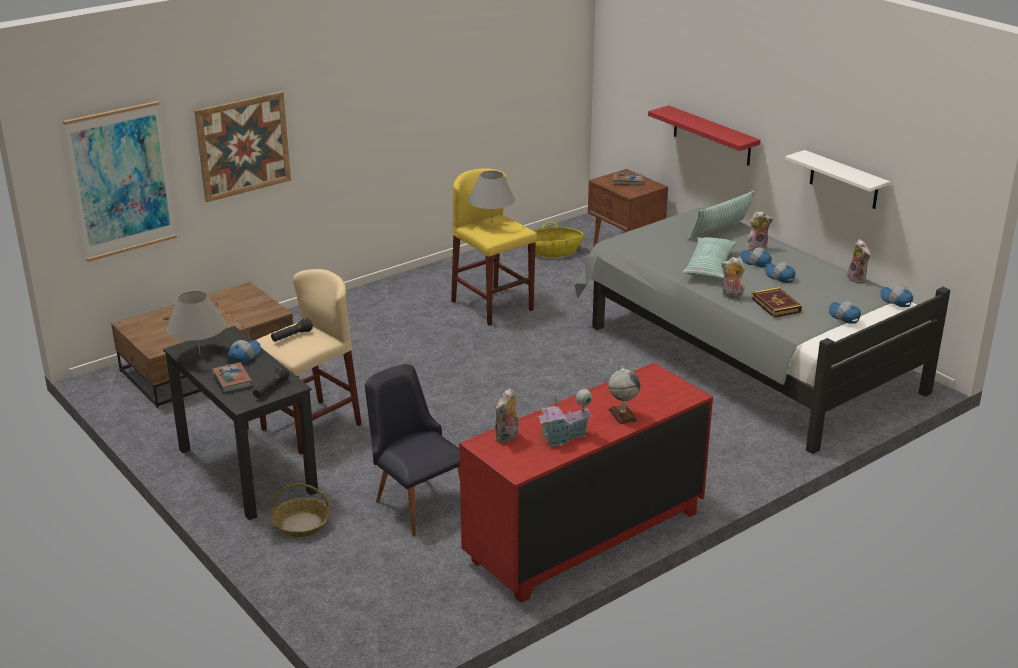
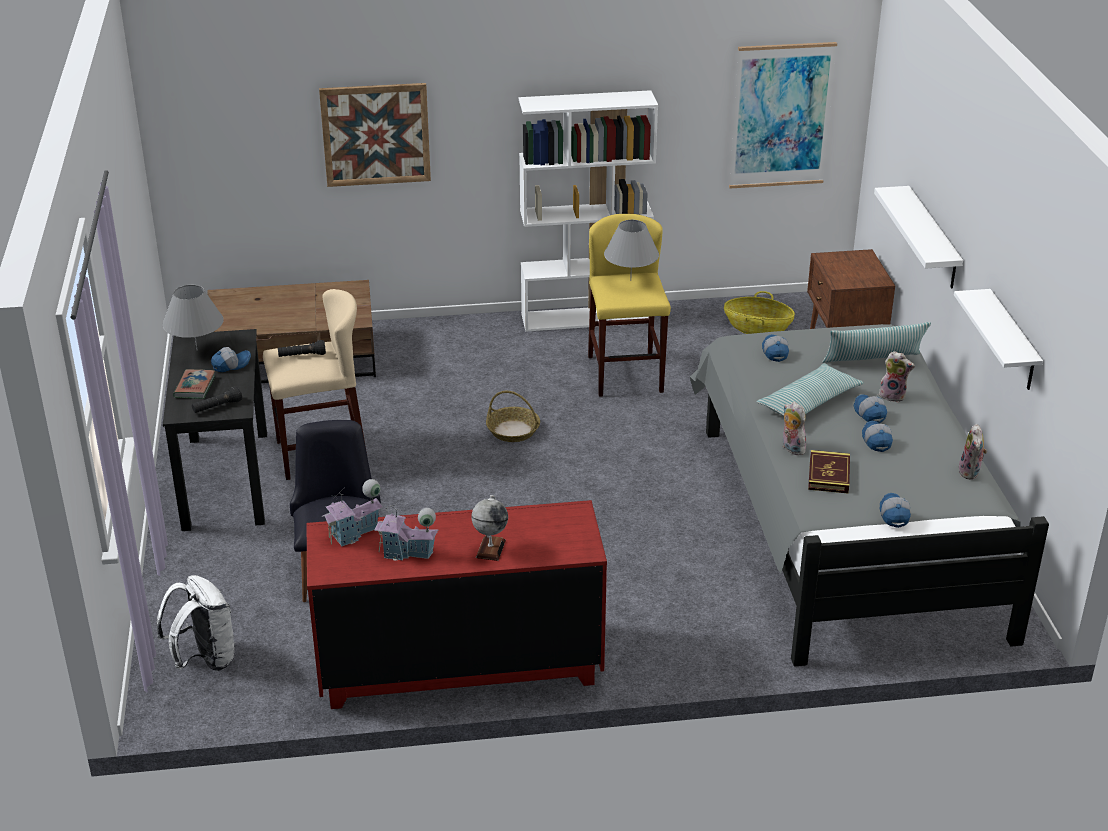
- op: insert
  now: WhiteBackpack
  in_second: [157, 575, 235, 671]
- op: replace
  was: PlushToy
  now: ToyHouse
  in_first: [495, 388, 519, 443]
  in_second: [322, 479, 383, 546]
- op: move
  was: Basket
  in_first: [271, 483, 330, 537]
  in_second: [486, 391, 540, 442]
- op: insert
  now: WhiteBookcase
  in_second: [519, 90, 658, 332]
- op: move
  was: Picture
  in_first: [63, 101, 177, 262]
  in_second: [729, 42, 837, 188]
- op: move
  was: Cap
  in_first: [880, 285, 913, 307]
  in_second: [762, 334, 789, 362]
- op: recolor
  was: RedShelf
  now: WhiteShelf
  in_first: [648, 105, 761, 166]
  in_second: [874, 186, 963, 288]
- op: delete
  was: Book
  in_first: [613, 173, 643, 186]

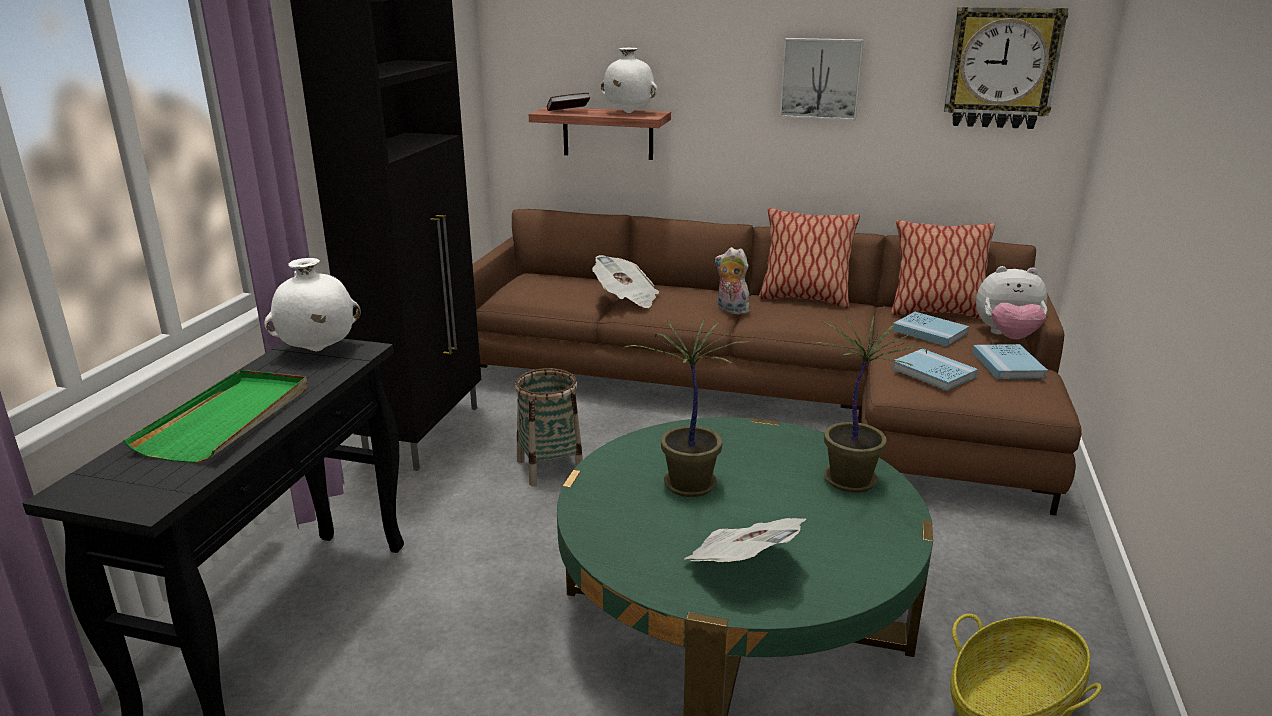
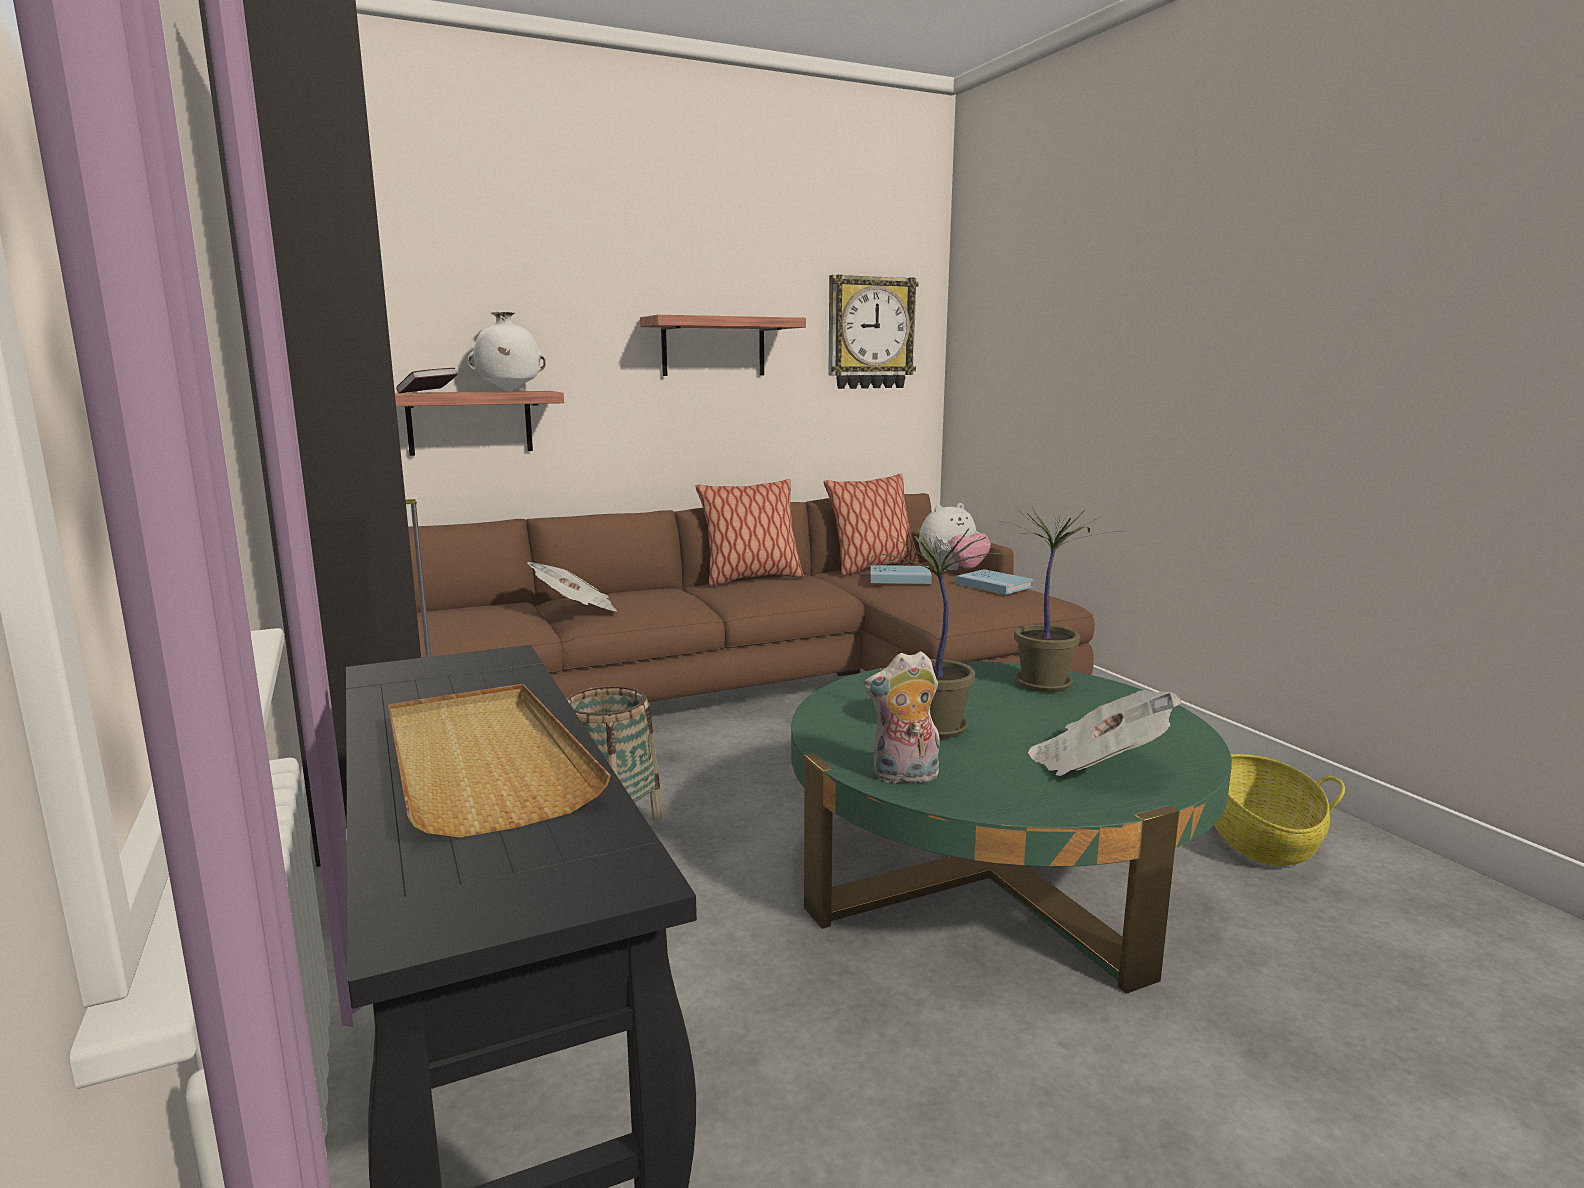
- op: recolor
  was: GreenTray
  now: BeigeTray
  in_first: [124, 370, 308, 463]
  in_second: [389, 684, 611, 838]
- op: replace
  was: Picture
  now: Shelf
  in_first: [780, 38, 864, 120]
  in_second: [640, 315, 806, 376]
- op: move
  was: PlushToy
  in_first: [715, 247, 750, 315]
  in_second: [864, 651, 940, 783]
- op: delete
  was: WhiteVase
  in_first: [264, 258, 361, 352]
- op: delete
  was: BlueBook
  in_first: [892, 349, 978, 391]

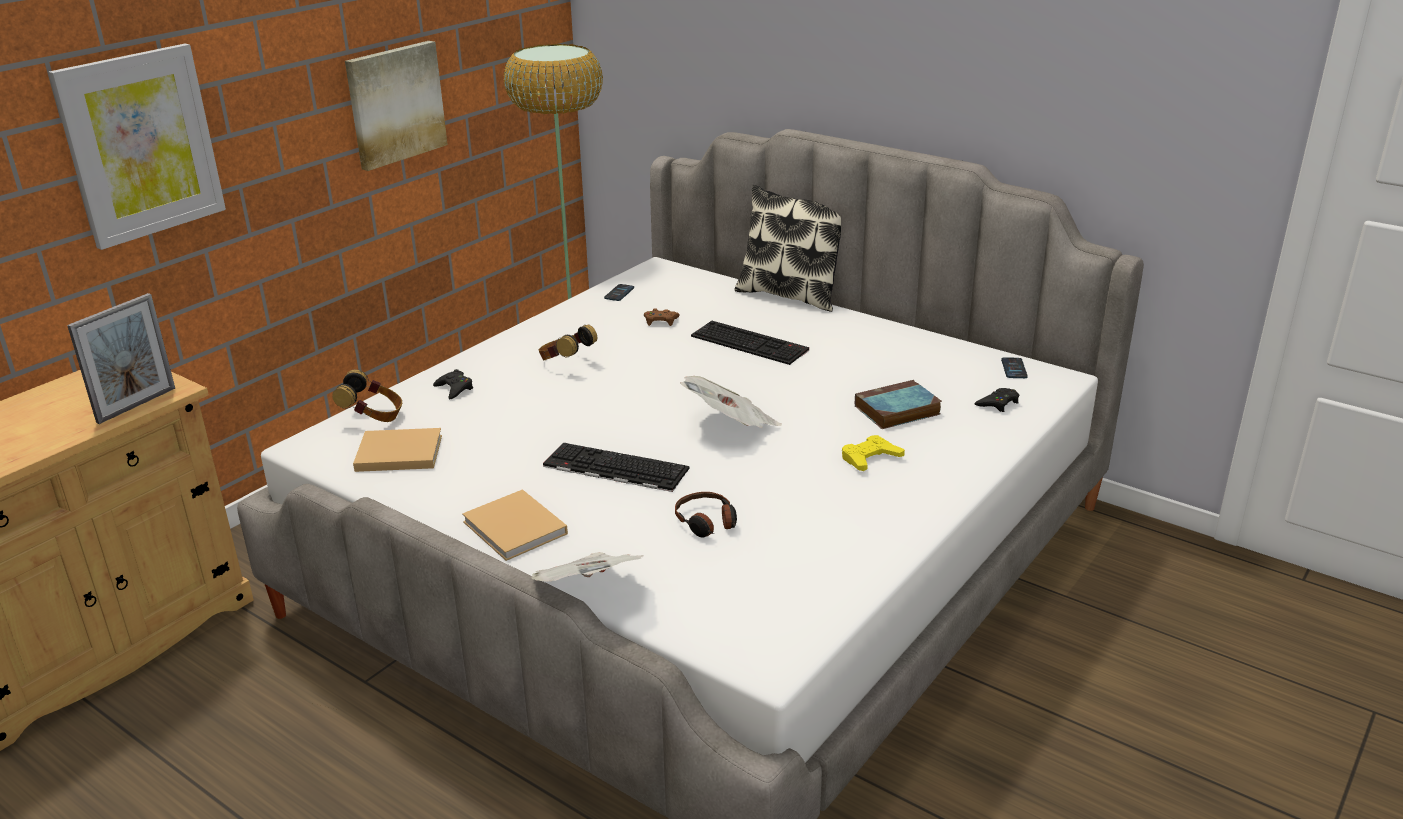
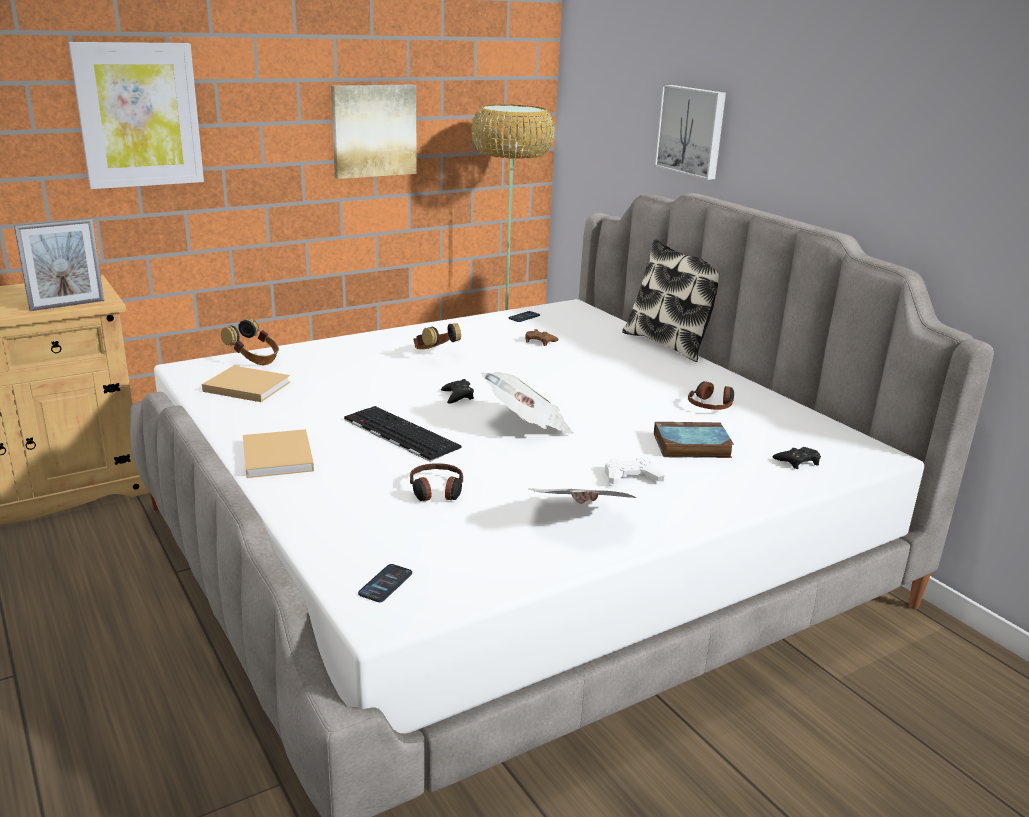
- op: move
  was: Phone
  in_first: [1001, 357, 1028, 378]
  in_second: [358, 564, 412, 602]
- op: move
  was: BlackGameController
  in_first: [433, 369, 473, 399]
  in_second: [441, 379, 474, 404]
- op: move
  was: Newspaper
  in_first: [531, 552, 644, 582]
  in_second: [529, 489, 636, 504]
- op: recolor
  was: YellowGameController
  now: WhiteGameController
  in_first: [842, 435, 905, 471]
  in_second: [605, 457, 665, 485]
- op: insert
  now: Picture
  in_second: [654, 85, 726, 180]
- op: insert
  now: Headphones
  in_second: [688, 381, 734, 410]
- op: delete
  was: Keyboard
  in_first: [691, 321, 809, 365]

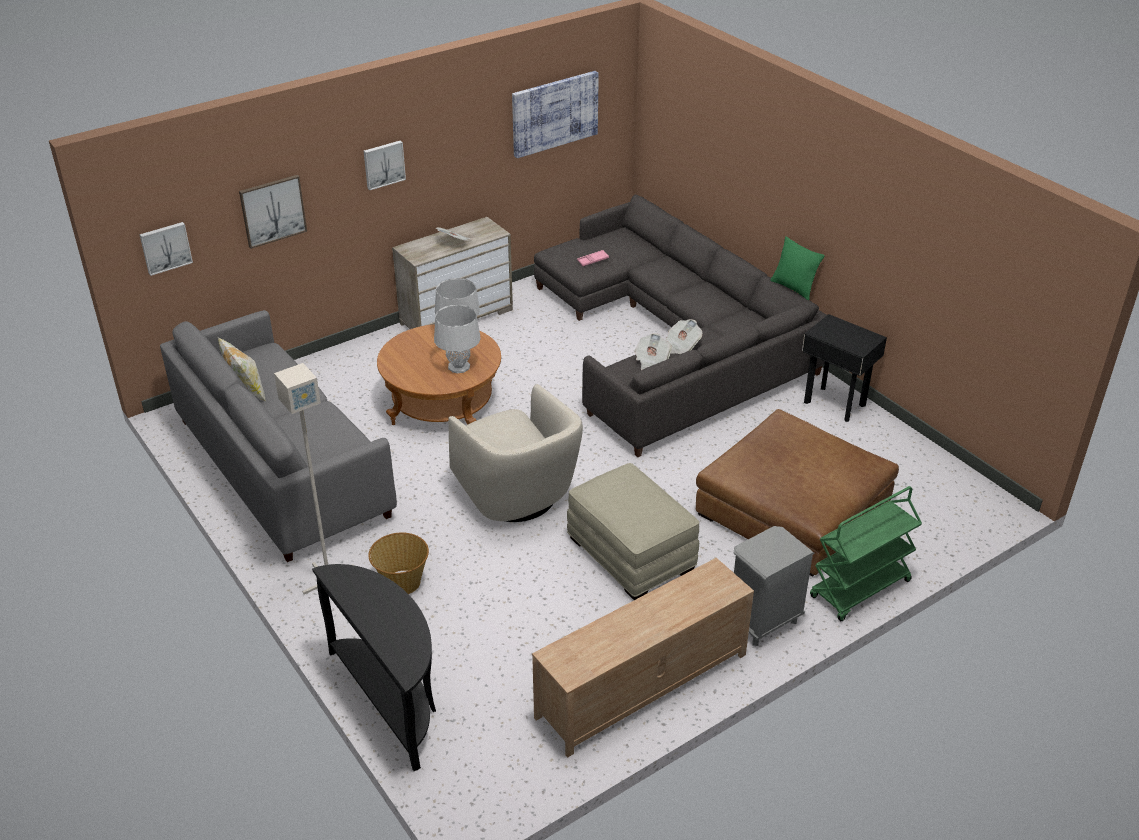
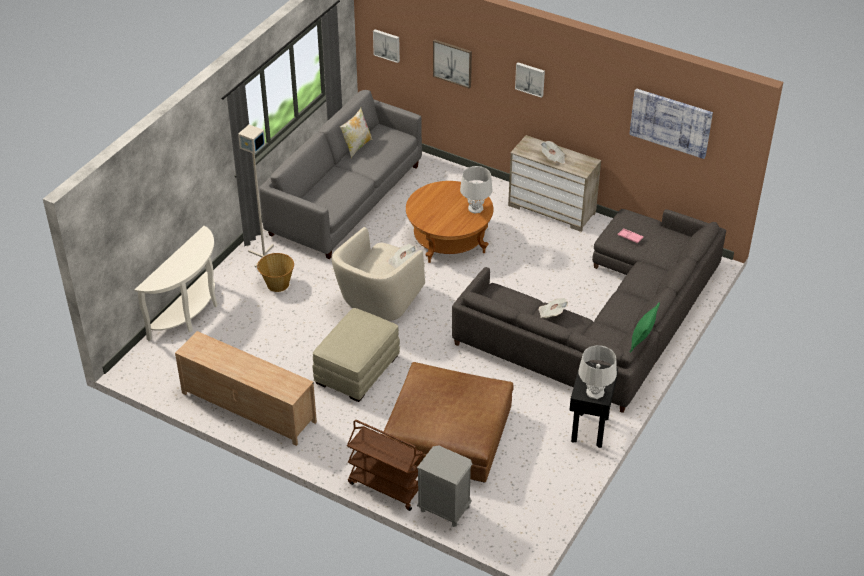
- op: recolor
  was: BlackConsoleTable
  now: WhiteConsoleTable
  in_first: [312, 564, 436, 771]
  in_second: [135, 226, 218, 341]
- op: recolor
  was: GreenCart
  now: BrownCart
  in_first: [810, 486, 922, 621]
  in_second: [347, 420, 423, 511]
- op: move
  was: Newspaper
  in_first: [634, 333, 672, 370]
  in_second: [387, 244, 417, 269]
- op: move
  was: GreyNightstand
  in_first: [734, 526, 814, 646]
  in_second: [417, 445, 472, 527]
- op: move
  was: GreyTableLamp
  in_first: [434, 304, 481, 373]
  in_second: [578, 345, 617, 399]

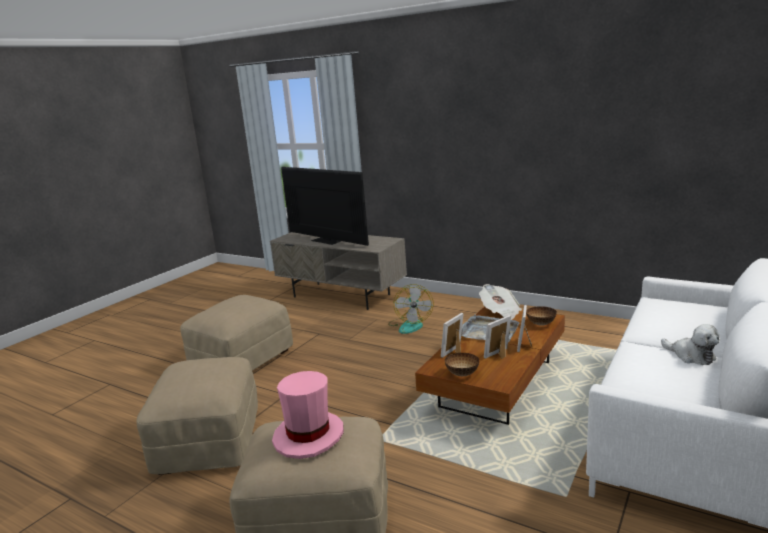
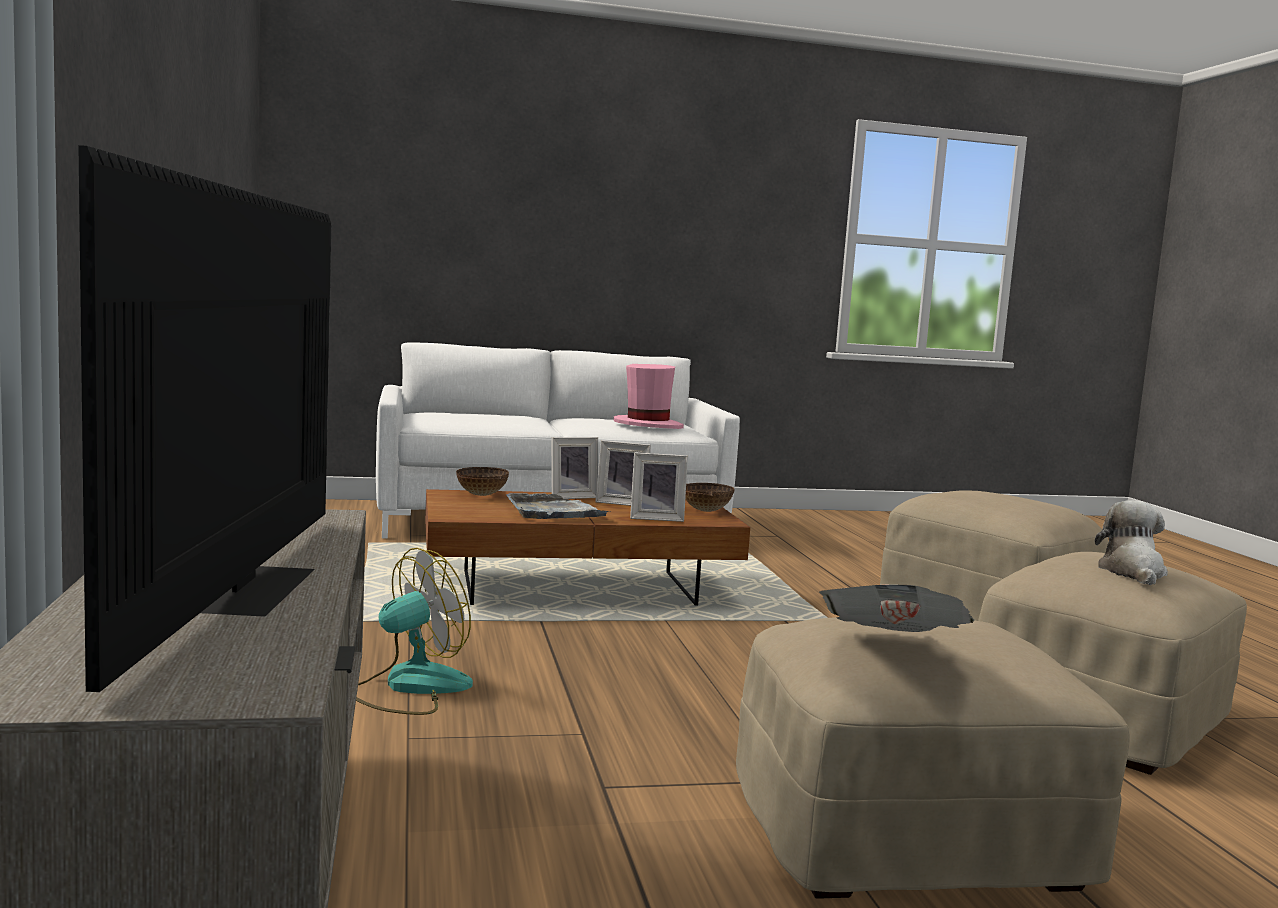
- op: move
  was: PinkHat
  in_first: [272, 371, 344, 459]
  in_second: [614, 364, 684, 429]
- op: move
  was: Newspaper
  in_first: [479, 284, 522, 320]
  in_second: [819, 585, 974, 632]
- op: move
  was: PlushToy
  in_first: [661, 324, 720, 365]
  in_second: [1095, 500, 1168, 585]

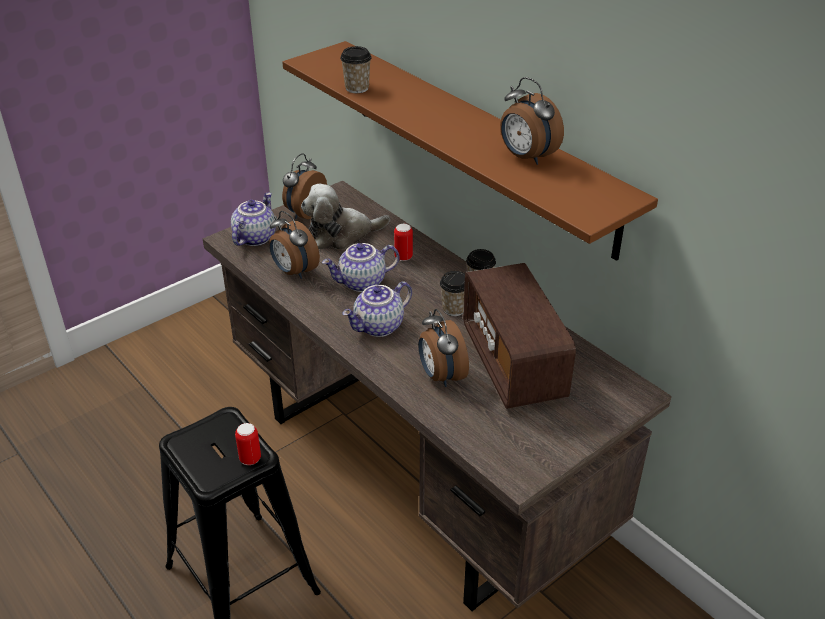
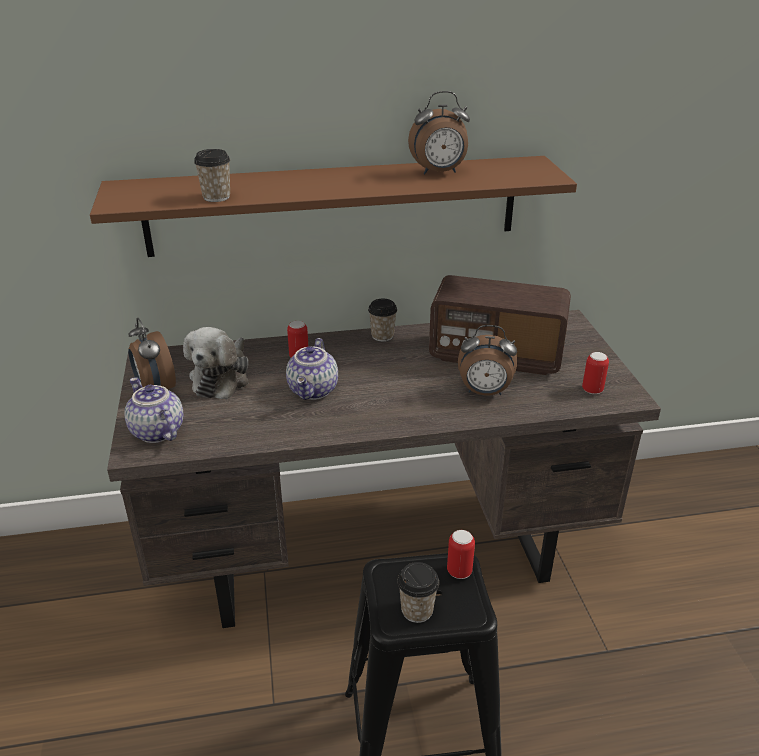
- op: move
  was: Cup
  in_first: [440, 271, 465, 316]
  in_second: [397, 562, 439, 623]
- op: insert
  now: Can
  in_second: [582, 352, 609, 394]
- op: delete
  was: AlarmClock
  in_first: [269, 211, 320, 279]
- op: delete
  was: Teapot
  in_first: [342, 281, 412, 337]

